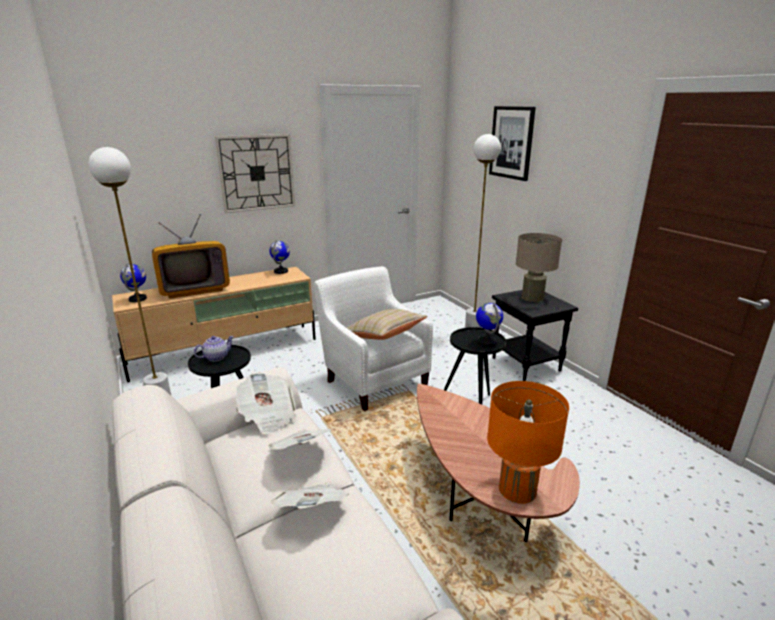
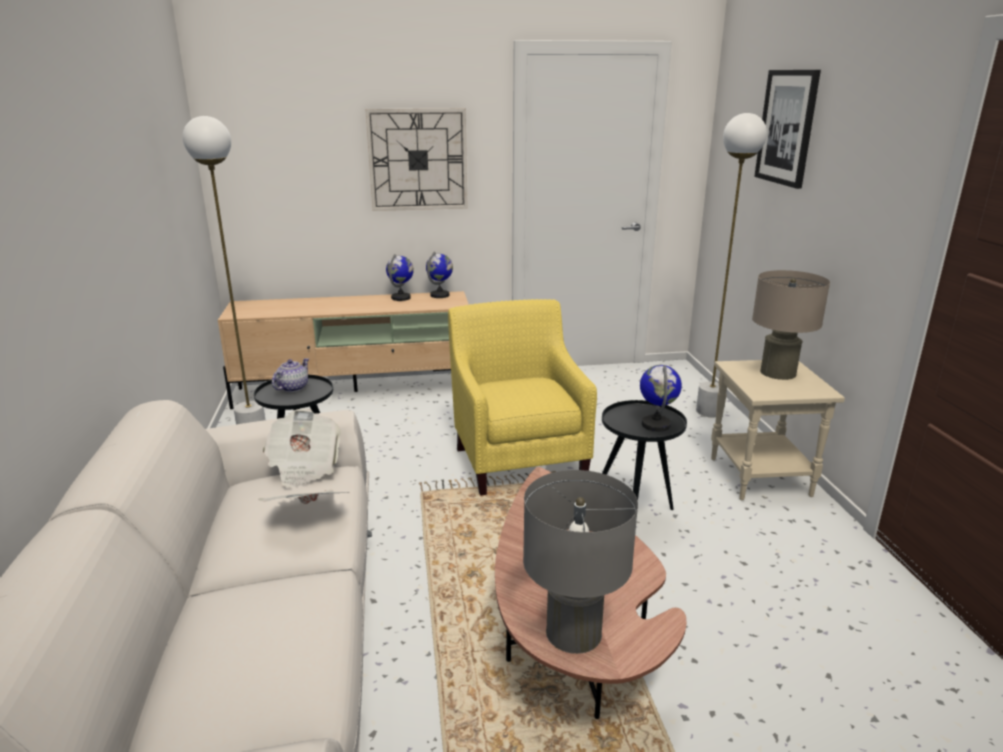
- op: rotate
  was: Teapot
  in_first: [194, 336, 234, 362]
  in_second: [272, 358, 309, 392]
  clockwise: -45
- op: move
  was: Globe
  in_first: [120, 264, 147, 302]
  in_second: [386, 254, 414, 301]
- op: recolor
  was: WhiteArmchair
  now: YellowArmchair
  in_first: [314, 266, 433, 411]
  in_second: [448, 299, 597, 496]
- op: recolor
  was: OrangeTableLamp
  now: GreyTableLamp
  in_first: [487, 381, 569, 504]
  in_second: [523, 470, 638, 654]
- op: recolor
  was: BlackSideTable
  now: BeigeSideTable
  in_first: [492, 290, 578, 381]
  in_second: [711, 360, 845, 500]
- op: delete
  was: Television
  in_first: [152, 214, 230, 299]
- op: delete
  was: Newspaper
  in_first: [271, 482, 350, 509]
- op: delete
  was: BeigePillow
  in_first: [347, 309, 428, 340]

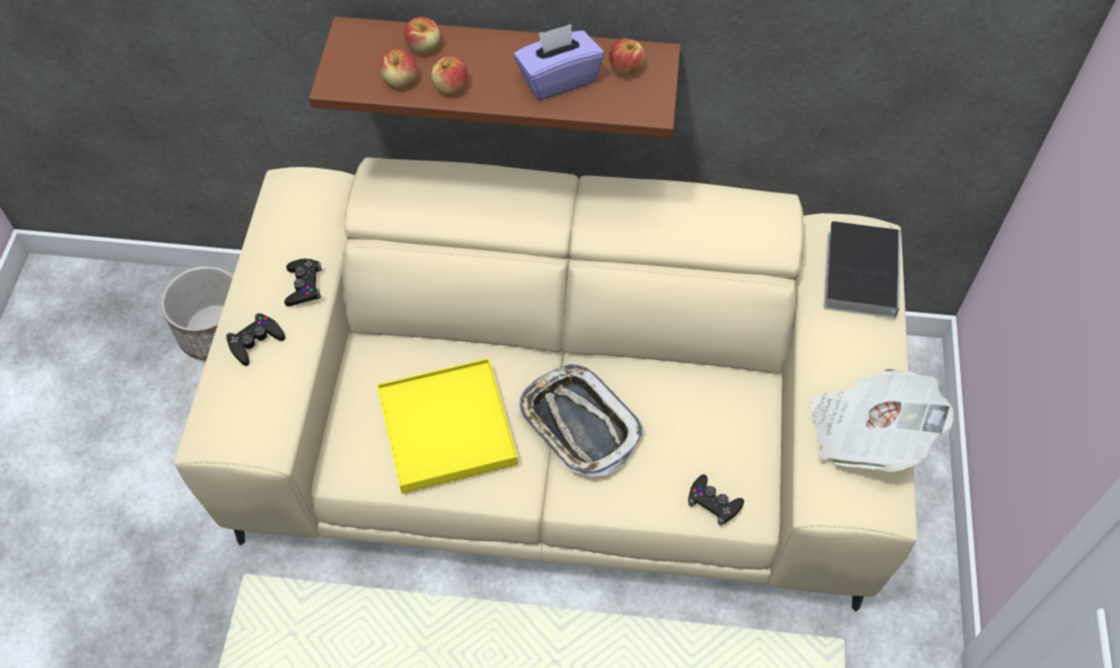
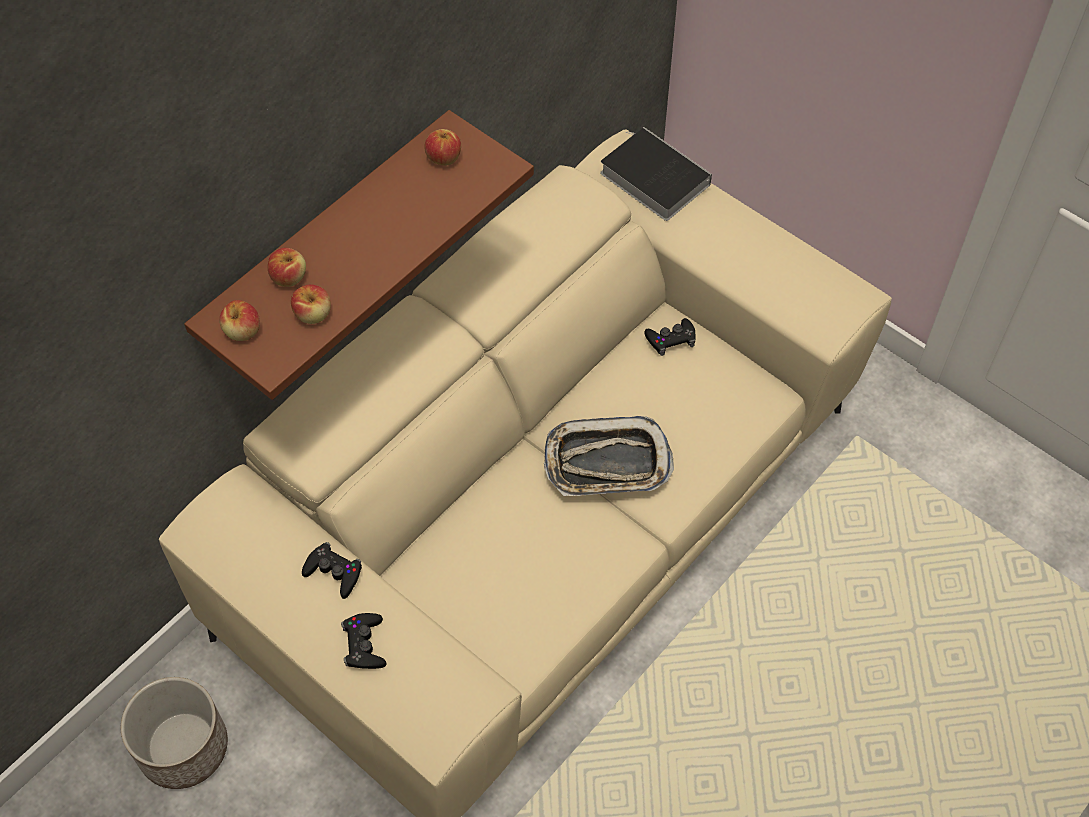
- op: move
  was: Apple
  in_first: [431, 56, 467, 95]
  in_second: [219, 300, 260, 341]
- op: move
  was: BlackGameController
  in_first: [688, 474, 744, 526]
  in_second: [645, 318, 696, 356]
- op: delete
  was: YellowTray
  in_first: [377, 358, 518, 494]
- op: delete
  was: PurpleTissueBox
  in_first: [514, 24, 604, 100]
- op: delete
  was: Newspaper
  in_first: [810, 368, 953, 472]

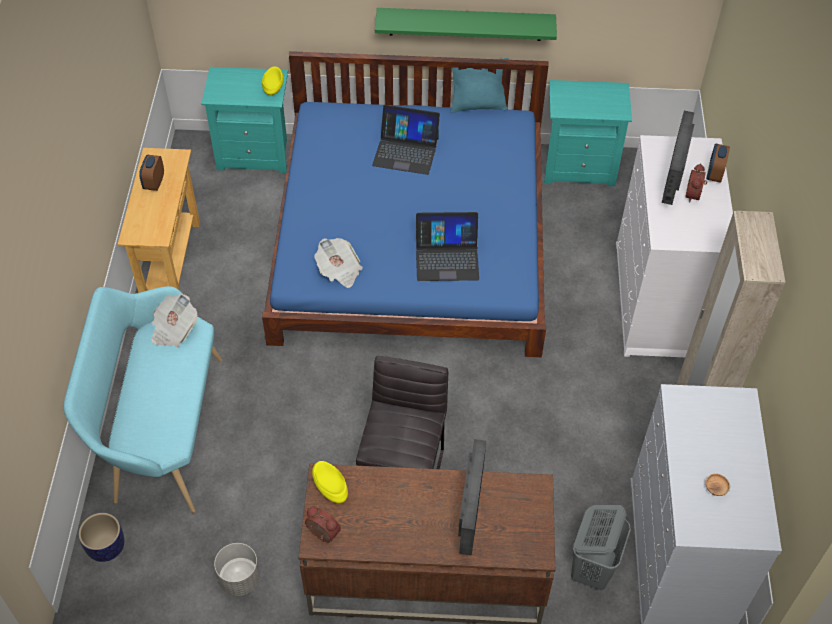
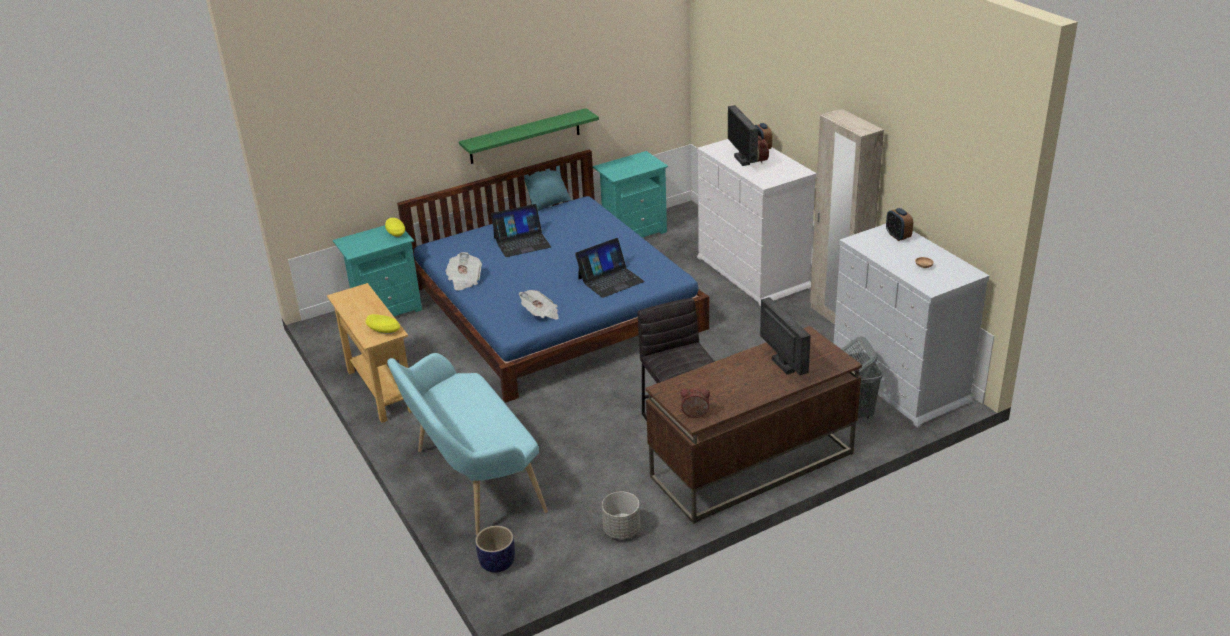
- op: move
  was: YellowBowl
  in_first: [312, 461, 348, 503]
  in_second: [366, 314, 400, 334]
- op: move
  was: Newspaper
  in_first: [151, 294, 197, 347]
  in_second: [446, 252, 482, 291]
- op: move
  was: AlarmClock
  in_first: [139, 155, 164, 191]
  in_second: [886, 208, 913, 241]

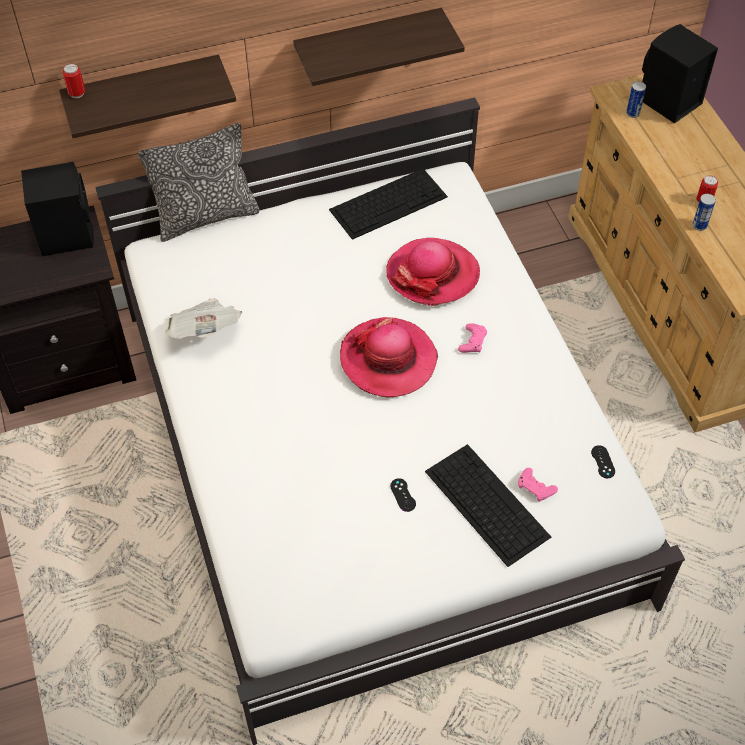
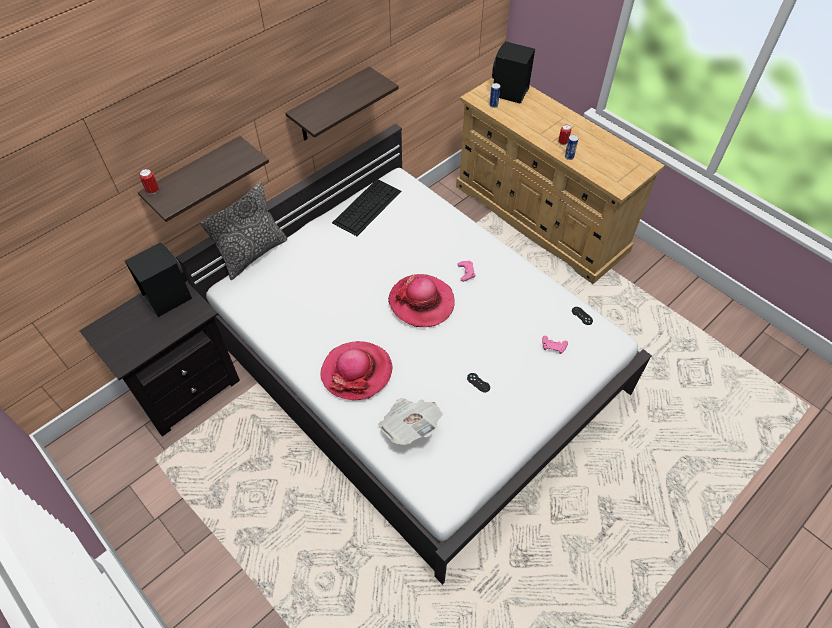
- op: move
  was: Hat
  in_first: [386, 238, 480, 306]
  in_second: [320, 341, 392, 400]
- op: move
  was: Newspaper
  in_first: [165, 298, 243, 339]
  in_second: [378, 398, 443, 445]
- op: delete
  was: Keyboard
  in_first: [425, 444, 551, 567]

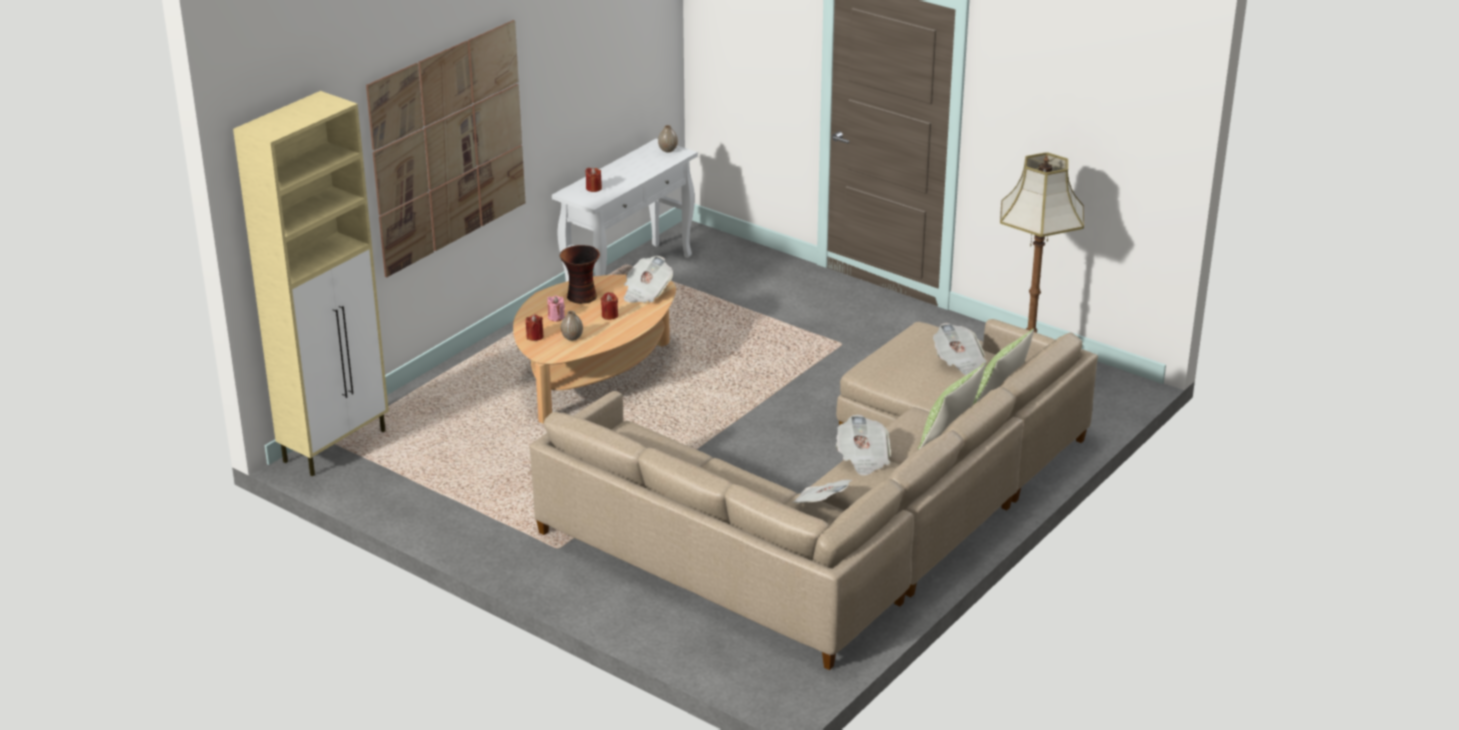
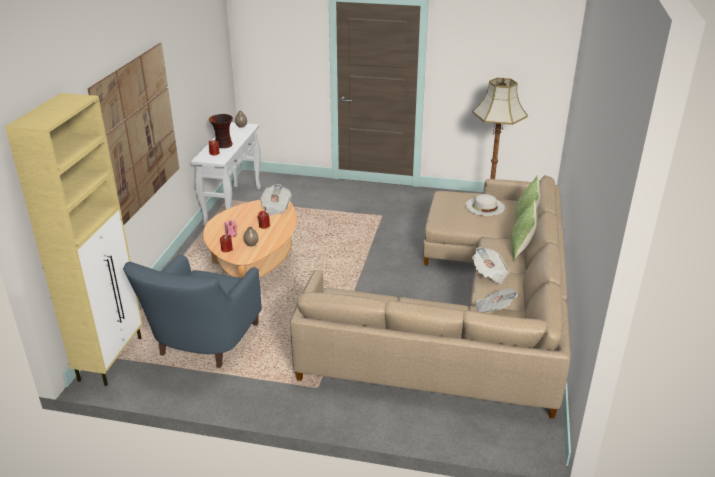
- op: insert
  now: BlueArmchair
  in_second: [123, 255, 262, 368]
- op: move
  was: Vase
  in_first: [560, 245, 600, 304]
  in_second: [209, 114, 233, 148]
- op: replace
  was: Newspaper
  now: WhiteHat
  in_first: [933, 323, 987, 376]
  in_second: [465, 194, 505, 216]

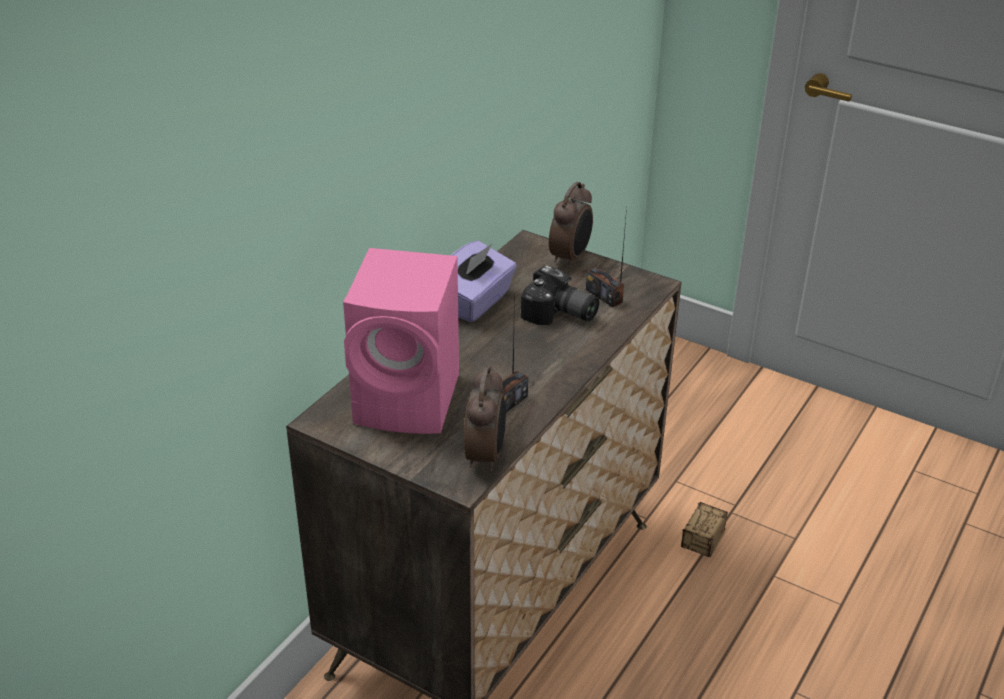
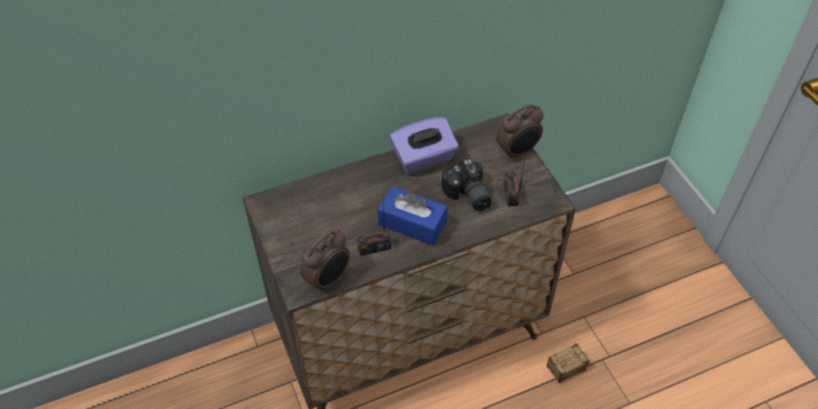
- op: insert
  now: BlueTissueBox
  in_second: [378, 187, 447, 246]
- op: delete
  was: PinkSpeaker
  in_first: [343, 248, 459, 434]

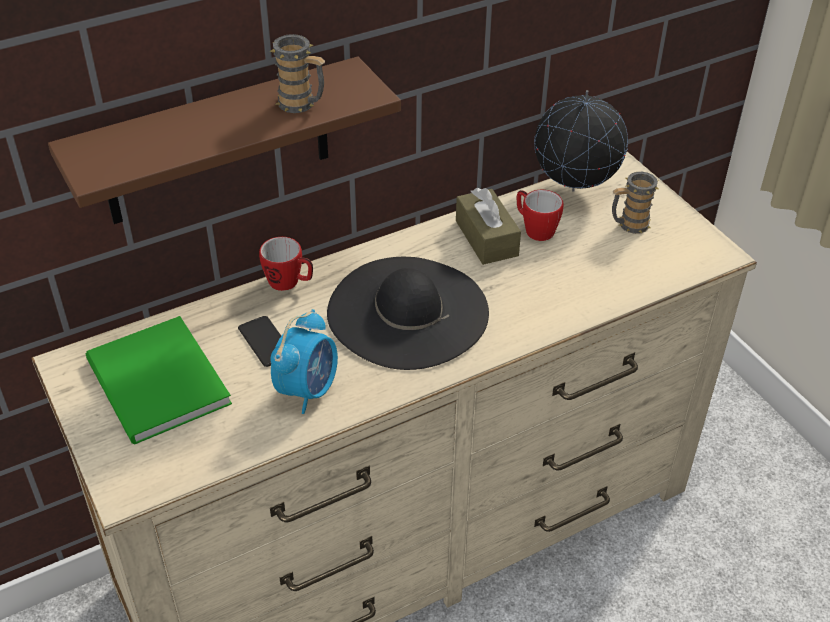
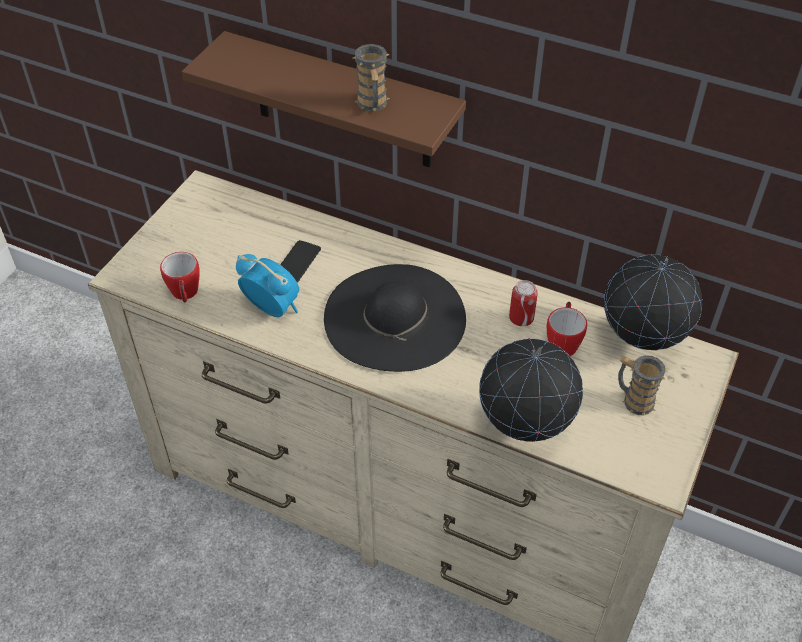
- op: move
  was: Mug
  in_first: [259, 237, 313, 291]
  in_second: [160, 252, 200, 302]
- op: rotate
  was: AlarmClock
  in_first: [271, 309, 338, 414]
  in_second: [236, 254, 299, 317]
  clockwise: -135
- op: insert
  now: Globe
  in_second: [479, 338, 583, 442]
- op: replace
  was: BrownTissueBox
  now: Can
  in_first: [456, 188, 521, 265]
  in_second: [509, 280, 538, 326]
- op: delete
  was: GreenBook
  in_first: [86, 316, 232, 444]

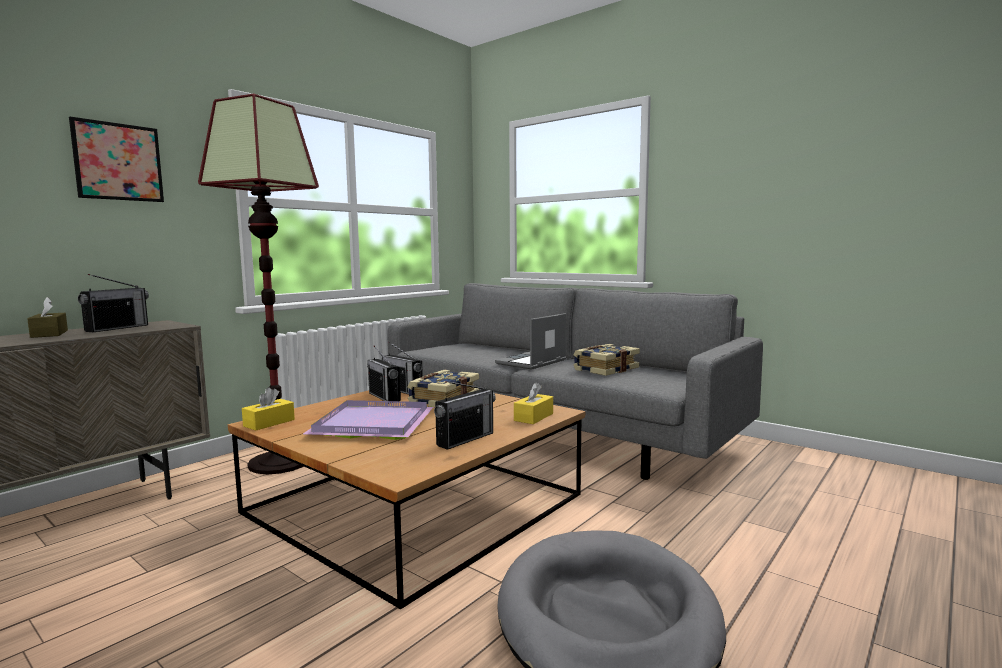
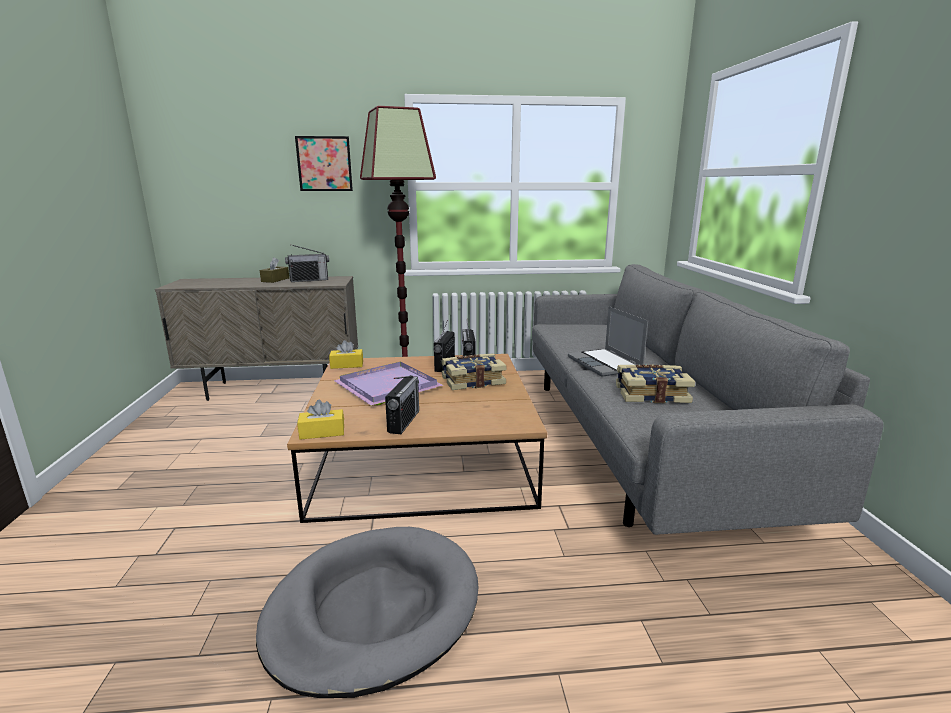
- op: move
  was: YellowTissueBox
  in_first: [514, 382, 553, 424]
  in_second: [297, 400, 344, 440]
- op: rotate
  was: Radio
  in_first: [434, 381, 496, 450]
  in_second: [385, 375, 419, 434]
  clockwise: -75
- op: rotate
  was: Laptop
  in_first: [495, 313, 566, 370]
  in_second: [568, 306, 648, 377]
  clockwise: -105

